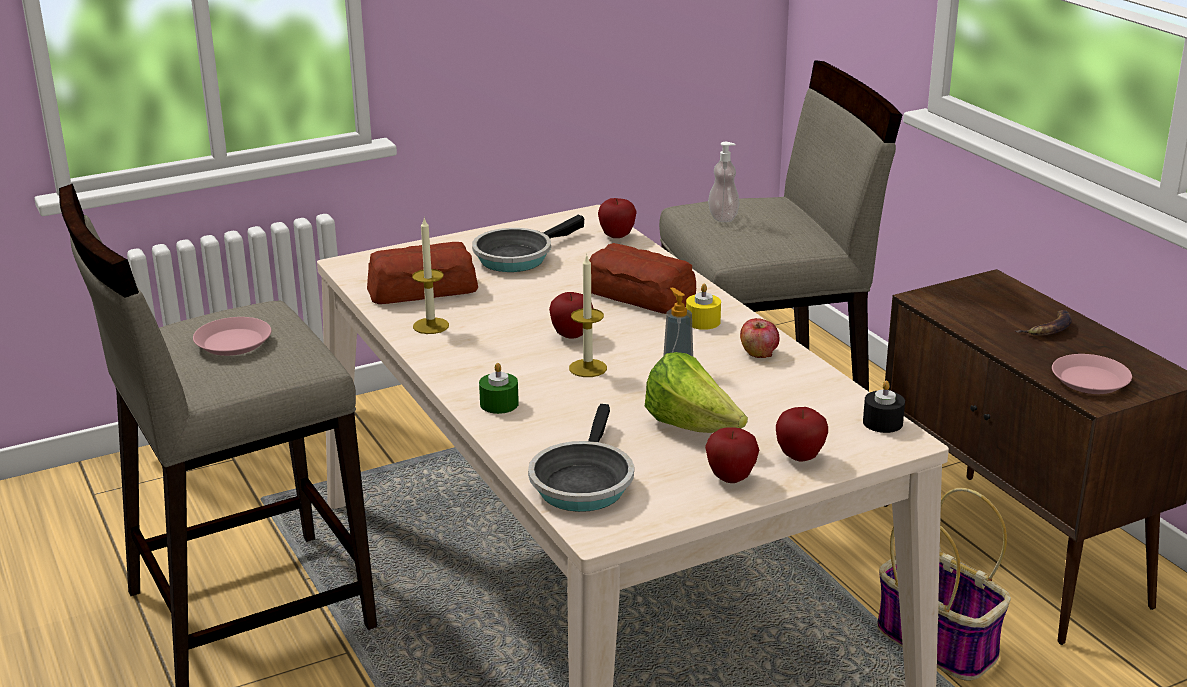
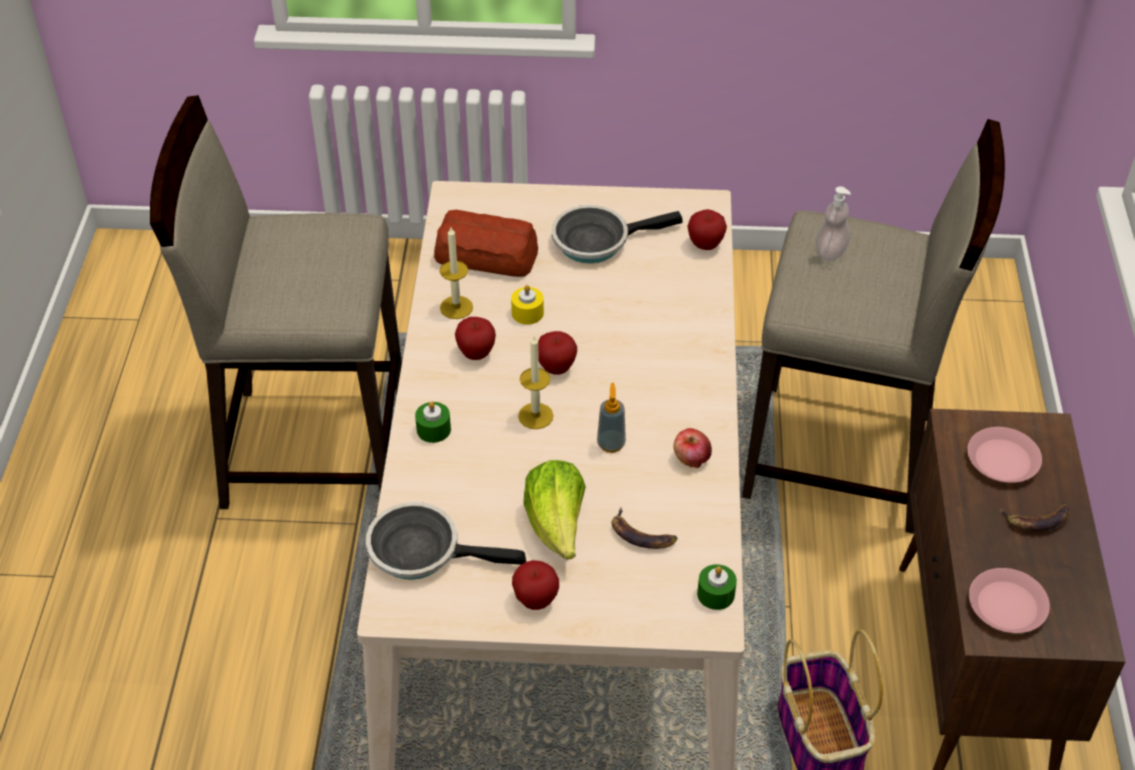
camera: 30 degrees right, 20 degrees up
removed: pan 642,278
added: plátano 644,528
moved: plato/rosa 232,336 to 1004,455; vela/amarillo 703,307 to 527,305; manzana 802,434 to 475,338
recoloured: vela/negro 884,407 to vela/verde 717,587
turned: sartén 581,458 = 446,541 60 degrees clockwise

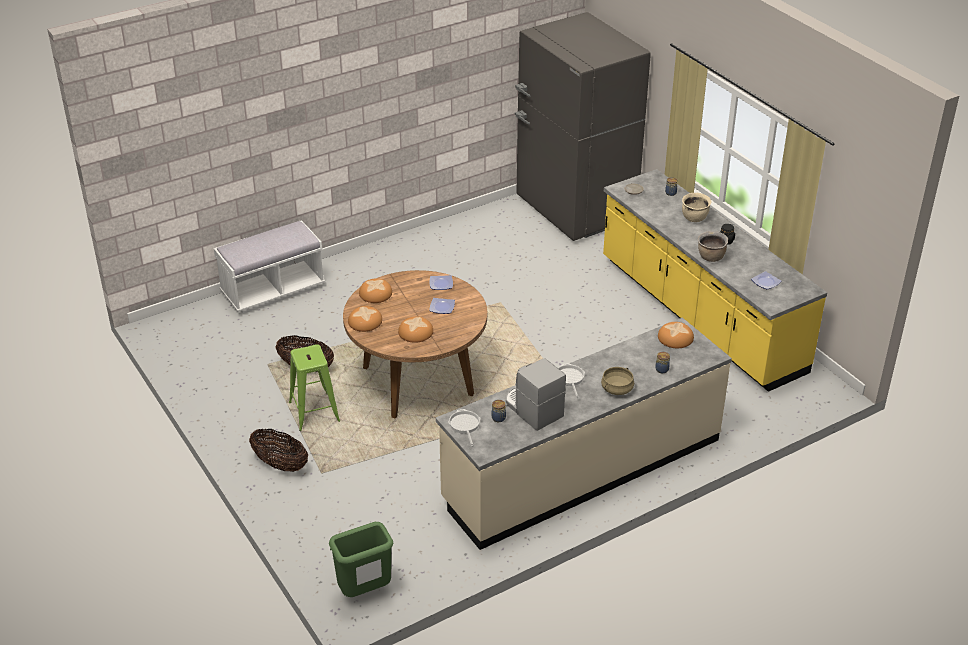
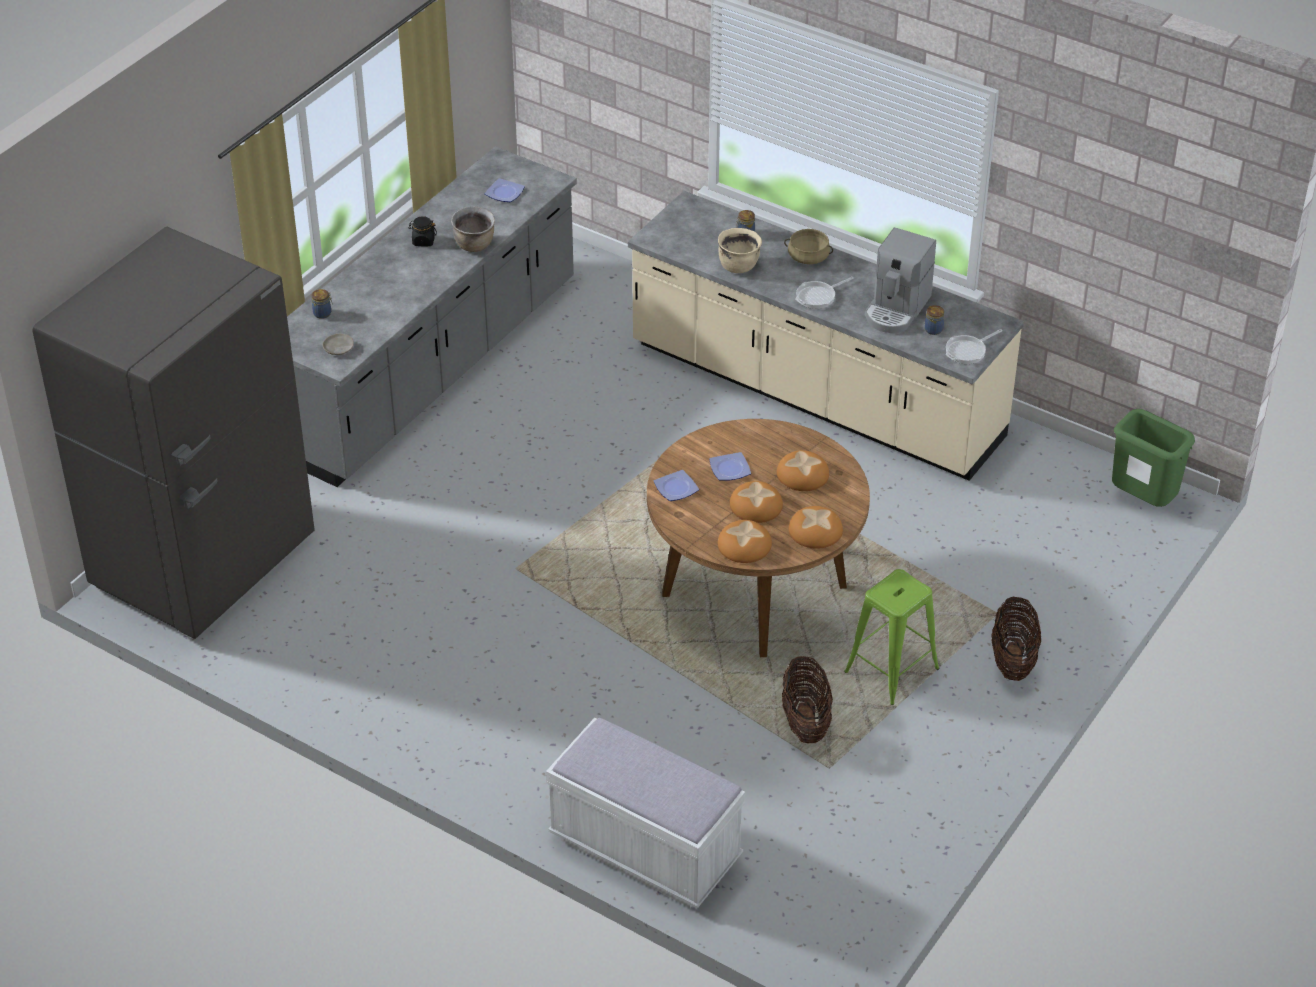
camera: 115 degrees left, 5 degrees up
moved: pan 676,335 to 756,502; olla/beis 697,207 to 740,250
recoloured: mueble bajo de cocina/amarillo 715,280 to mueble bajo de cocina/gris 432,317

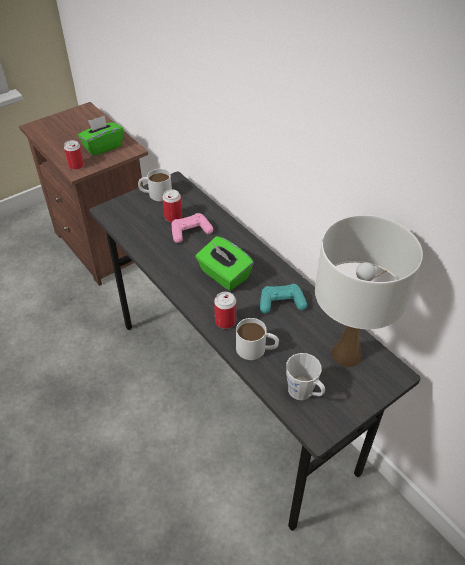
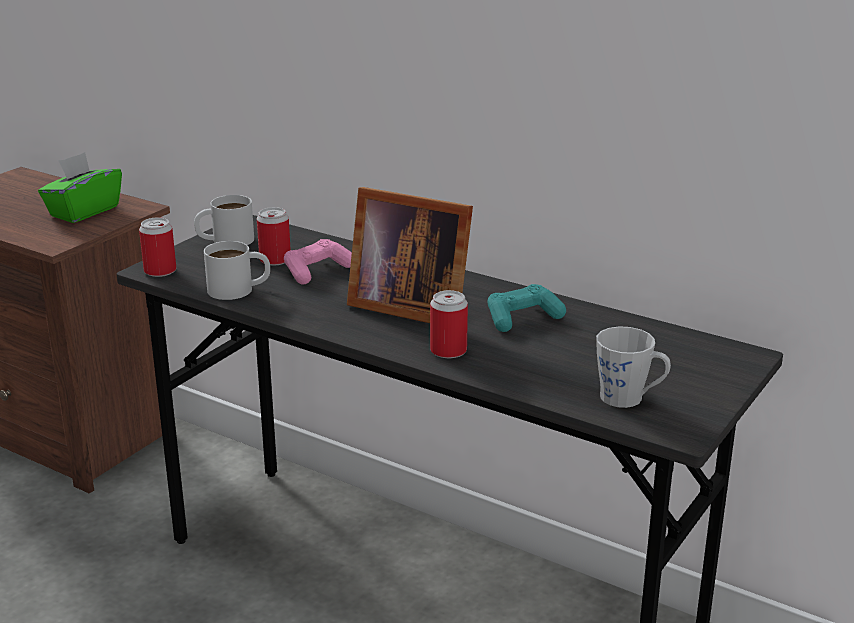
camera: 20 degrees left, 20 degrees down
removed: lámpara de mesa/blanco 369,291
moved: lata 74,155 to 157,247; taza grande/blanco 257,339 to 237,270
replaced: caja de pañuelos/verde 225,263 to portarretratos 410,255

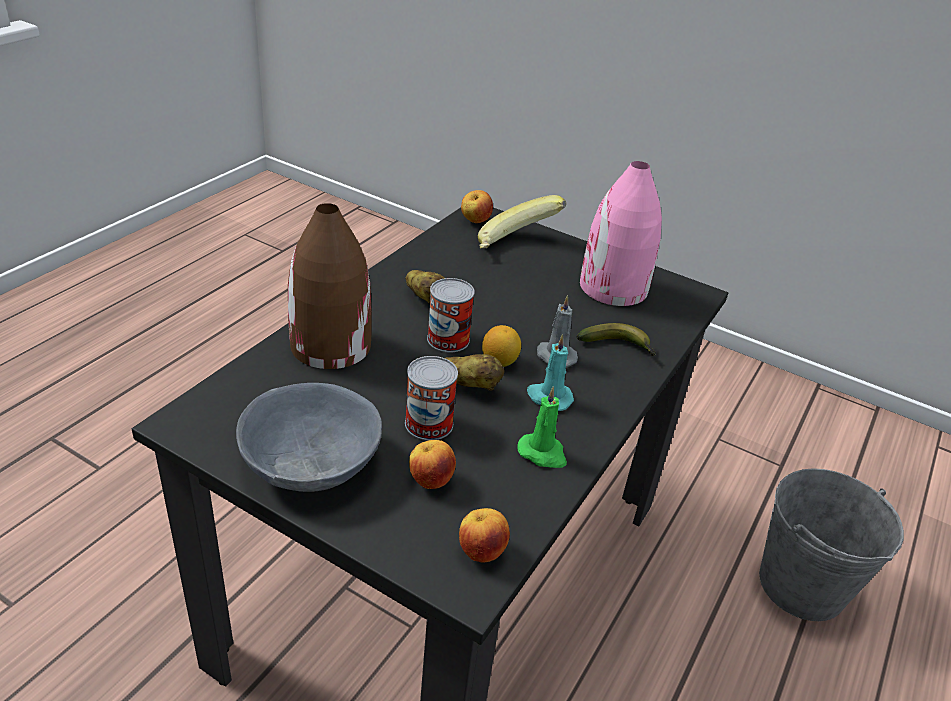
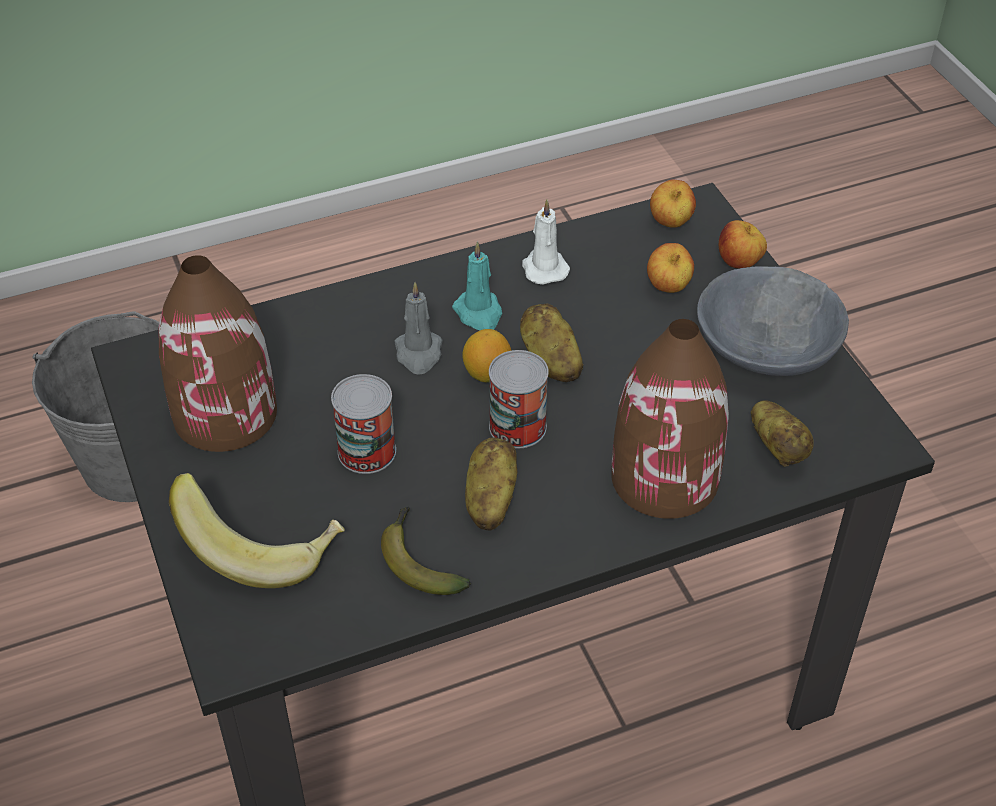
camera: 140 degrees left, 10 degrees up
added: patata 782,433
moved: lata 431,398 to 363,424; manzana 477,206 to 743,244; plátano 616,339 to 426,551
recoloured: vela/verde 542,427 to vela/blanco 546,242; florero/rosa 621,233 to florero/marrón 218,353

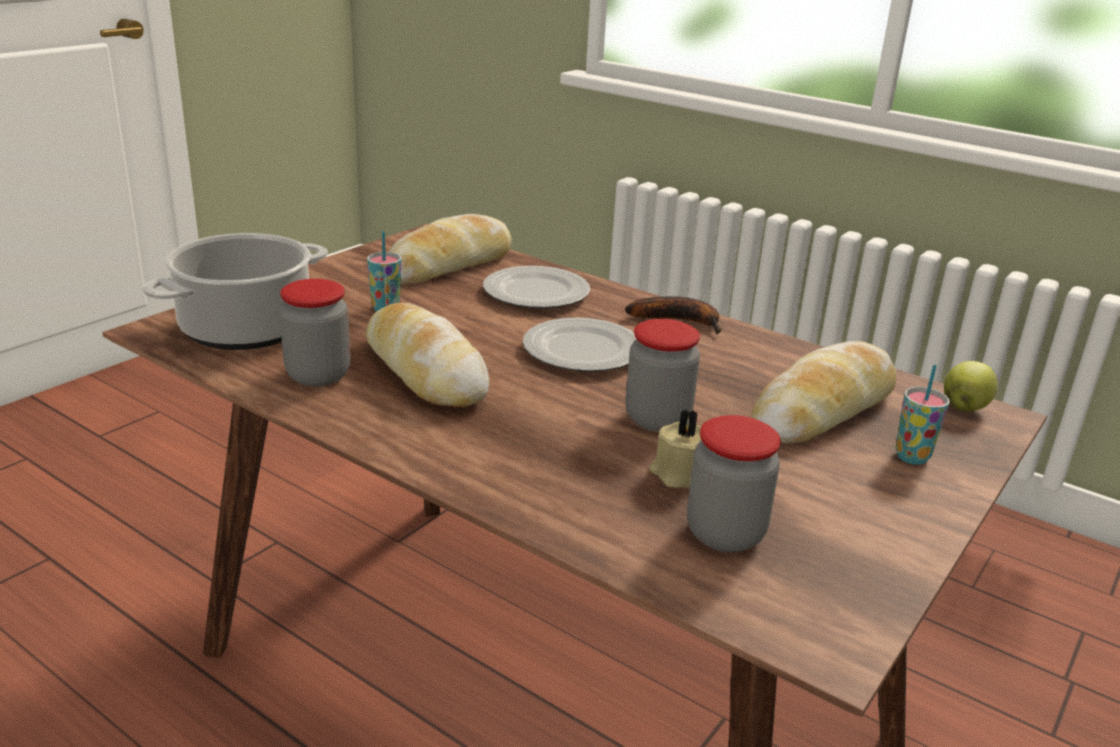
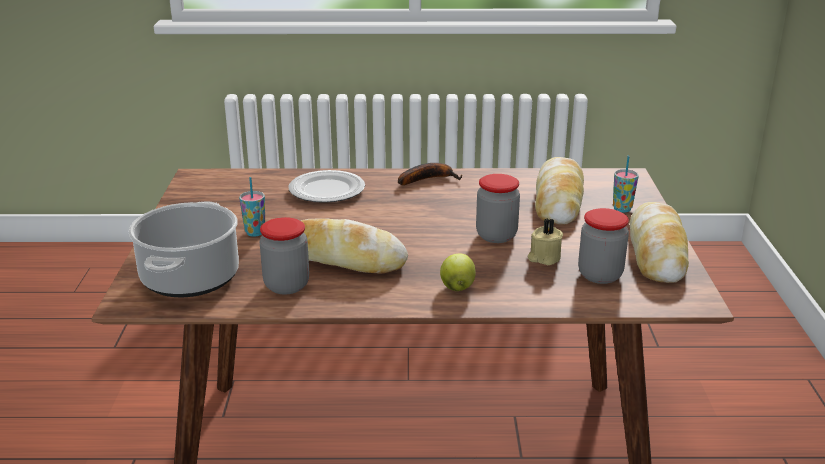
camera: 35 degrees left, 0 degrees up
removed: plato 579,345
moved: pan 450,249 to 659,242; manzana 970,386 to 458,272

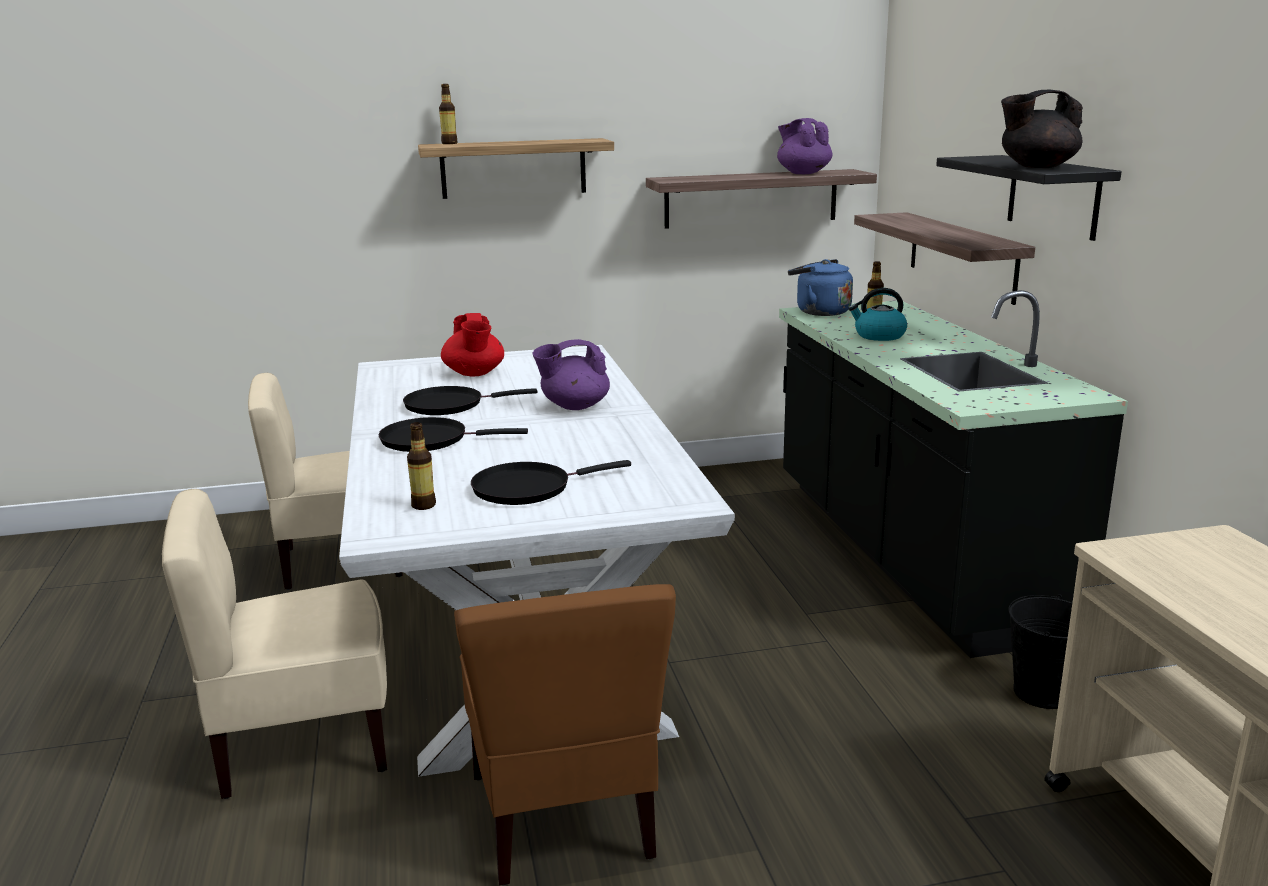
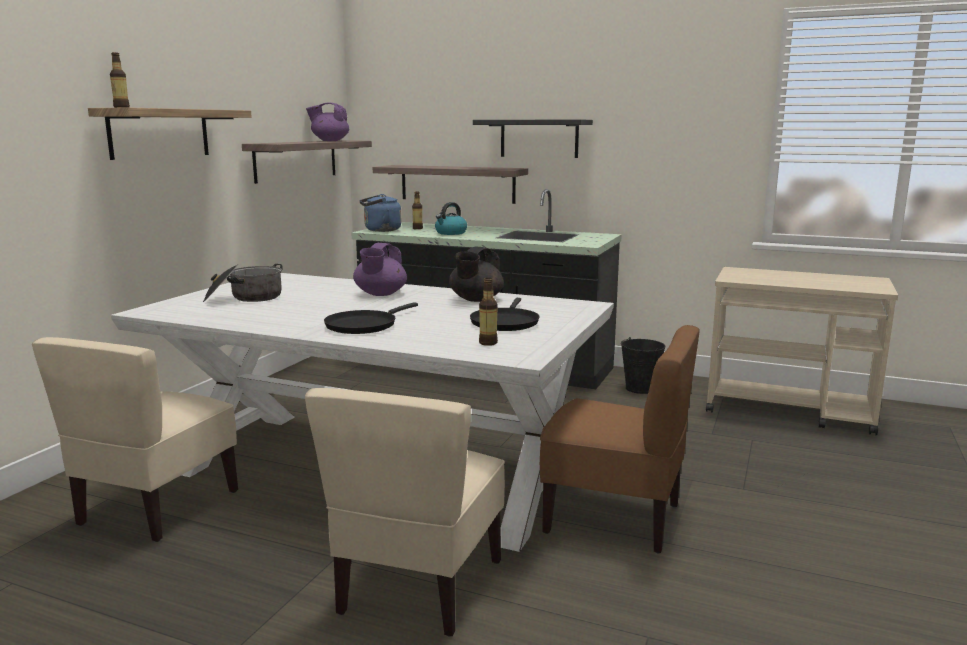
camera: 55 degrees left, 5 degrees down
removed: sartén/negro 470,400
moved: tetera/negro 1042,129 to 476,274
replaced: tetera/rojo 472,344 to olla 243,283

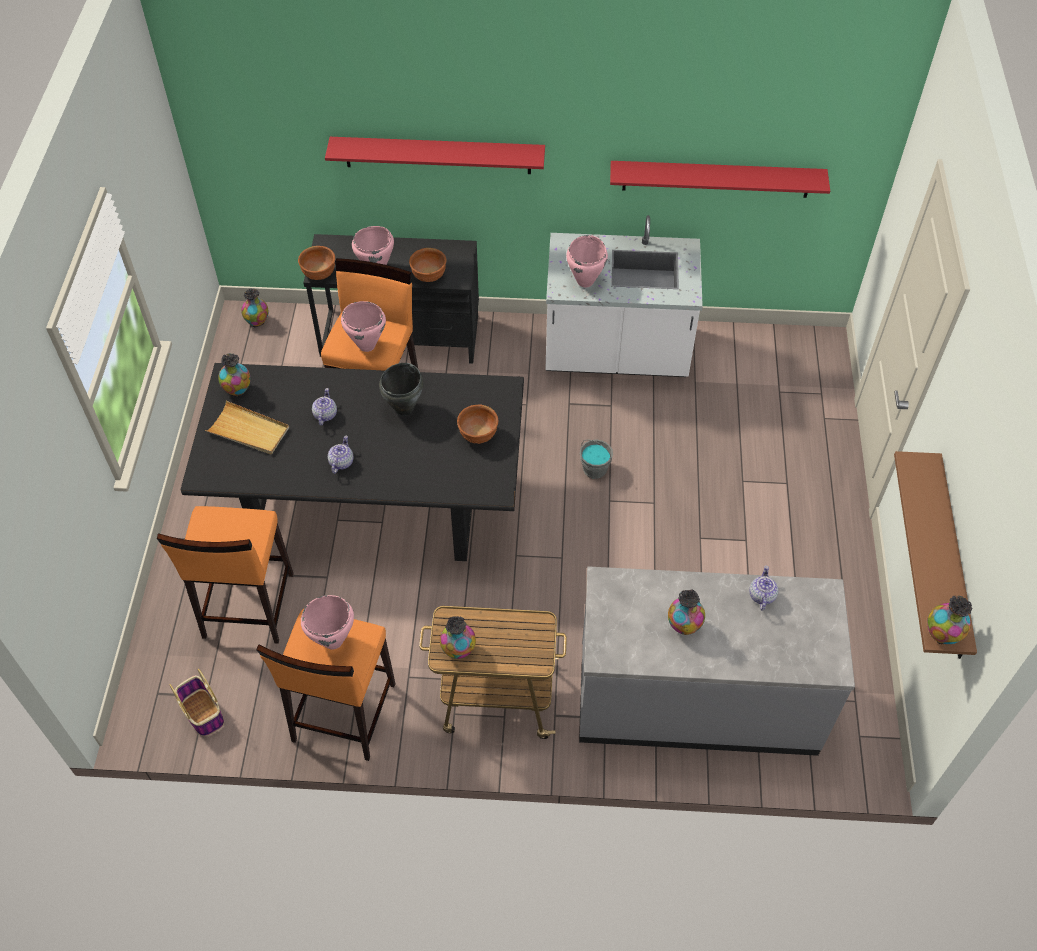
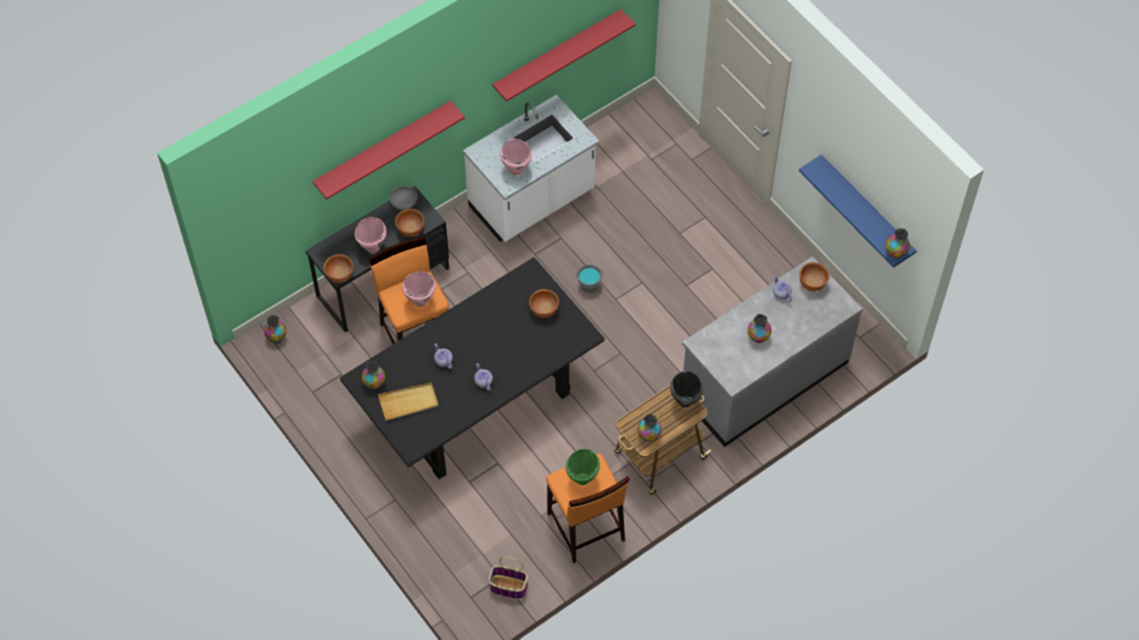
camera: 40 degrees left, 5 degrees up
removed: taburete/naranja 225,575
added: cuenco/gris 403,198; cuenco/marrón 814,276
moved: olla/negro 401,389 to 686,389
recoloured: olla/rosa 327,622 to olla/verde 583,467; estante/marrón 935,555 to estante/azul 858,211

